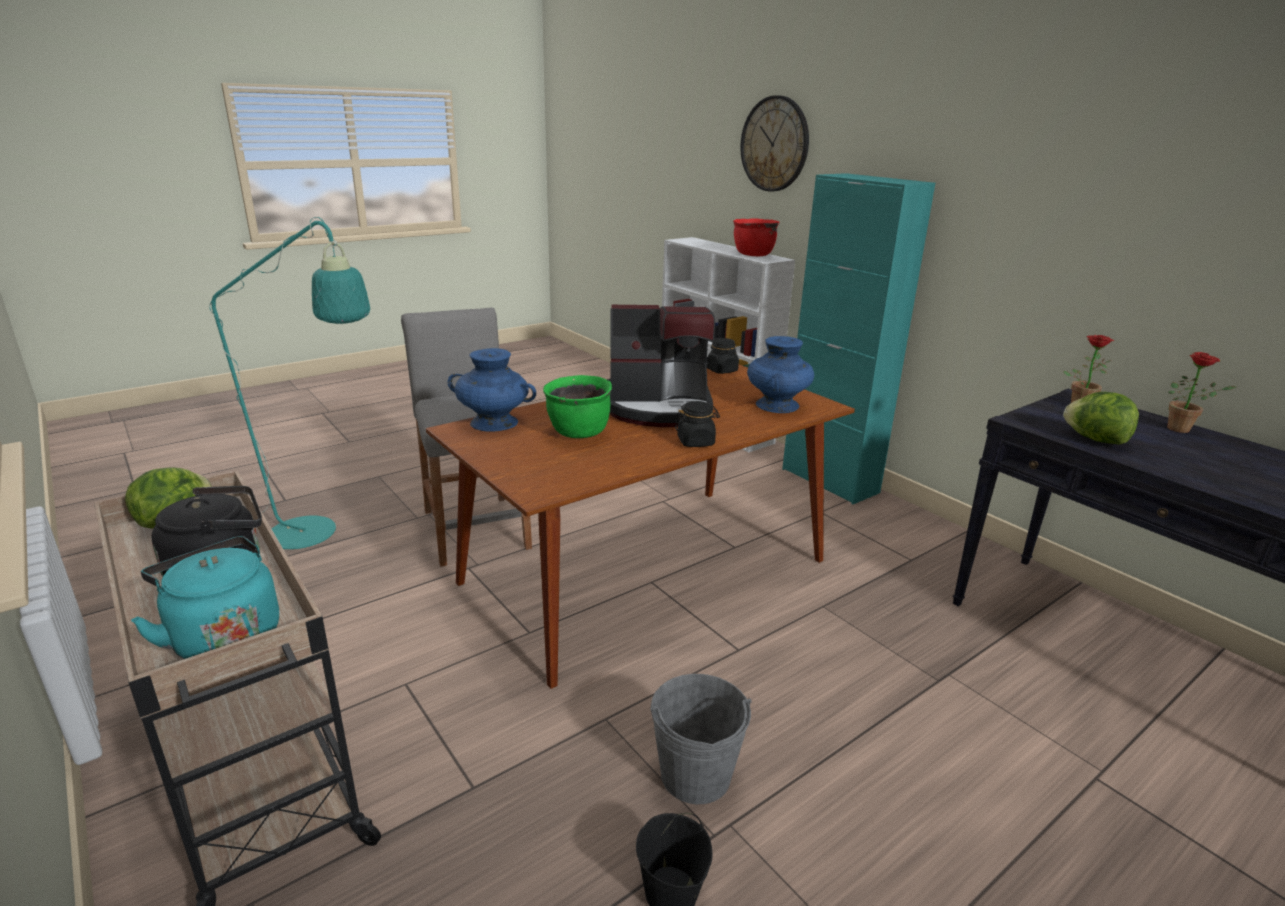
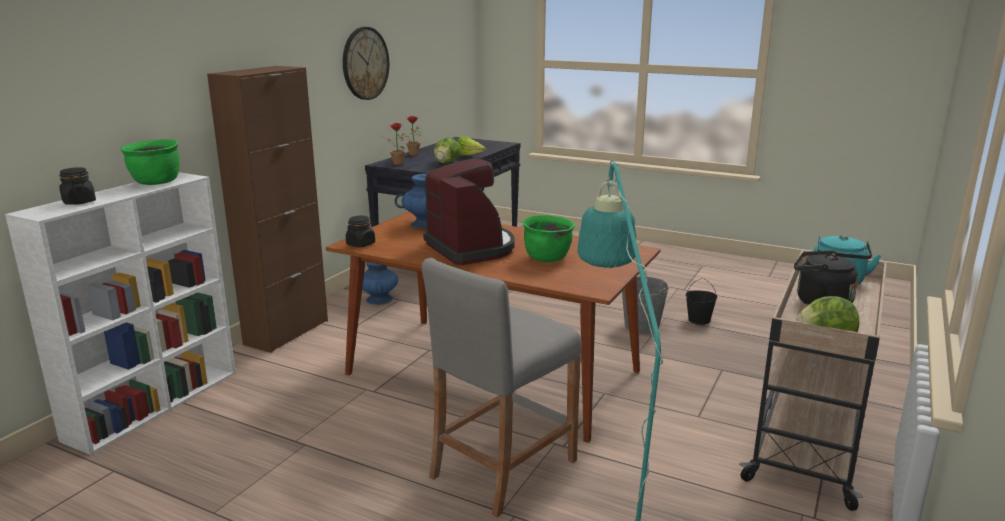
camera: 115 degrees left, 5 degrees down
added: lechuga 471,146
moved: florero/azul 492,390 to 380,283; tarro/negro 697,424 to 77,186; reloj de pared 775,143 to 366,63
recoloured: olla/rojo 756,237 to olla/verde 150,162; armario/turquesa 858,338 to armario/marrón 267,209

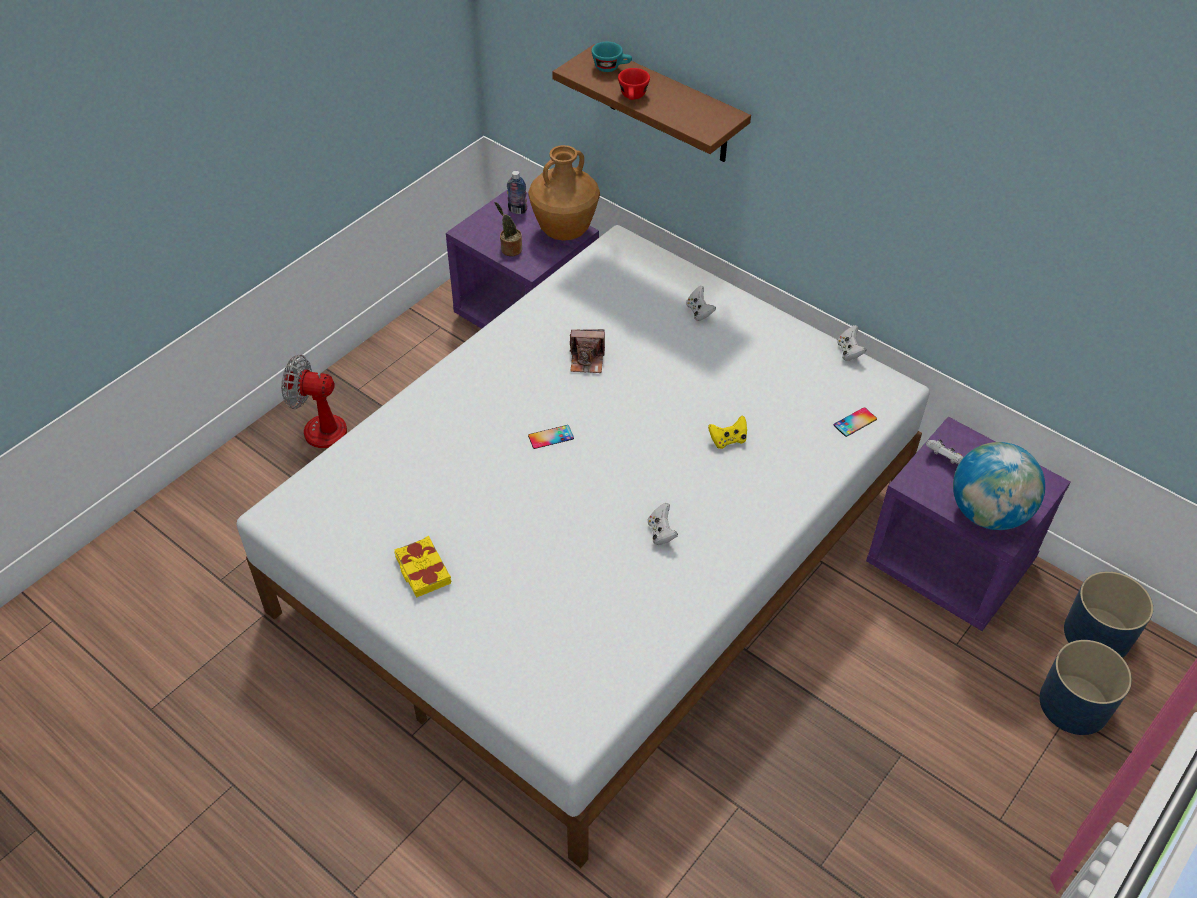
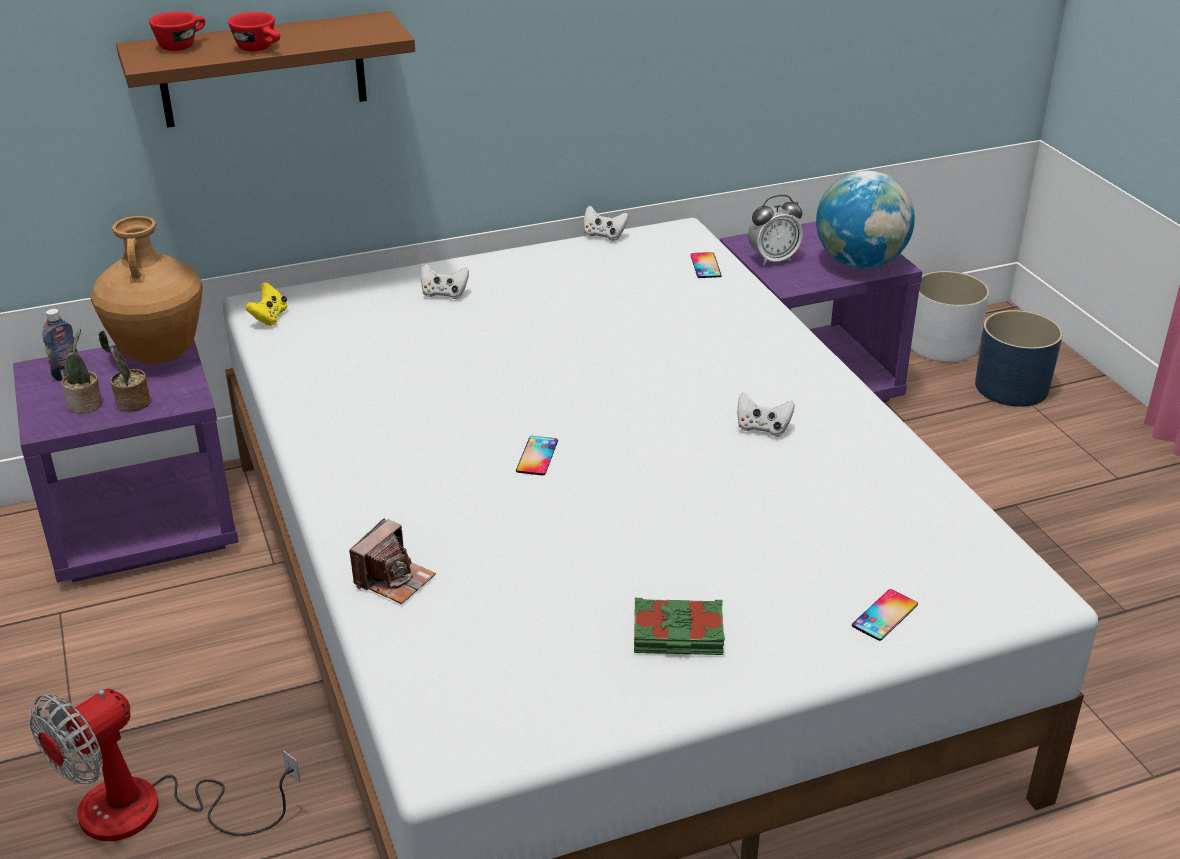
camera: 60 degrees left, 15 degrees down
added: planta en maceta 82,371; móvil 885,615
moved: cámara 587,351 to 392,561; mando de consola/amarillo 727,432 to 266,304
replaced: mando de consola/blanco 944,451 to despertador 775,230
recoloured: libro/amarillo 422,566 to libro/verde 679,626; taza/turquesa 611,57 to taza/rojo 177,31; maceta/azul 1108,614 to maceta/blanco 950,316

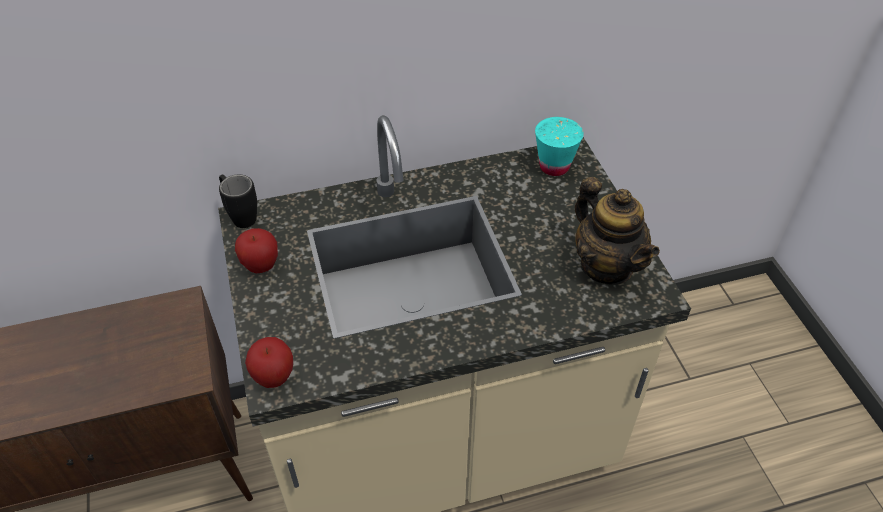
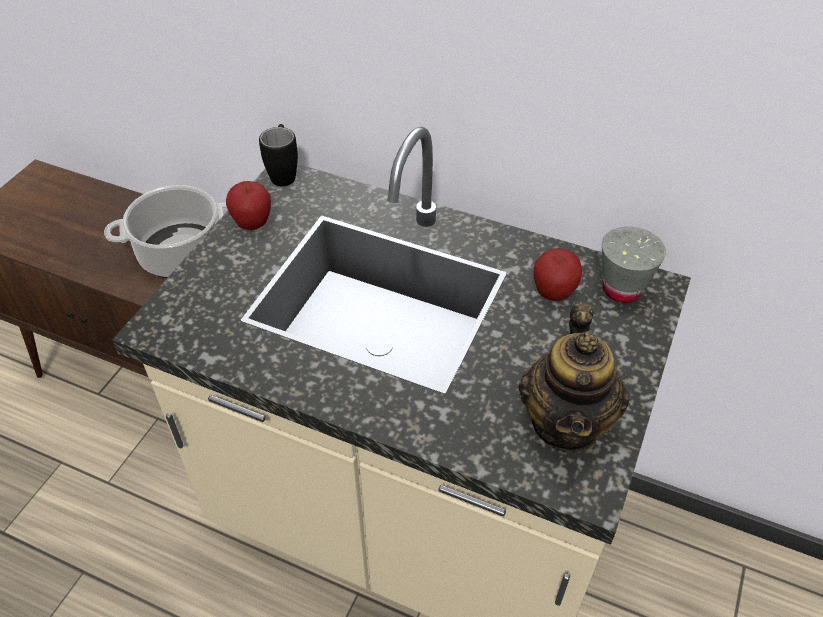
camera: 40 degrees right, 0 degrees up
added: olla 165,231
moved: manzana 269,362 to 558,274
recoloured: taza/turquesa 559,146 to taza/gris 634,265

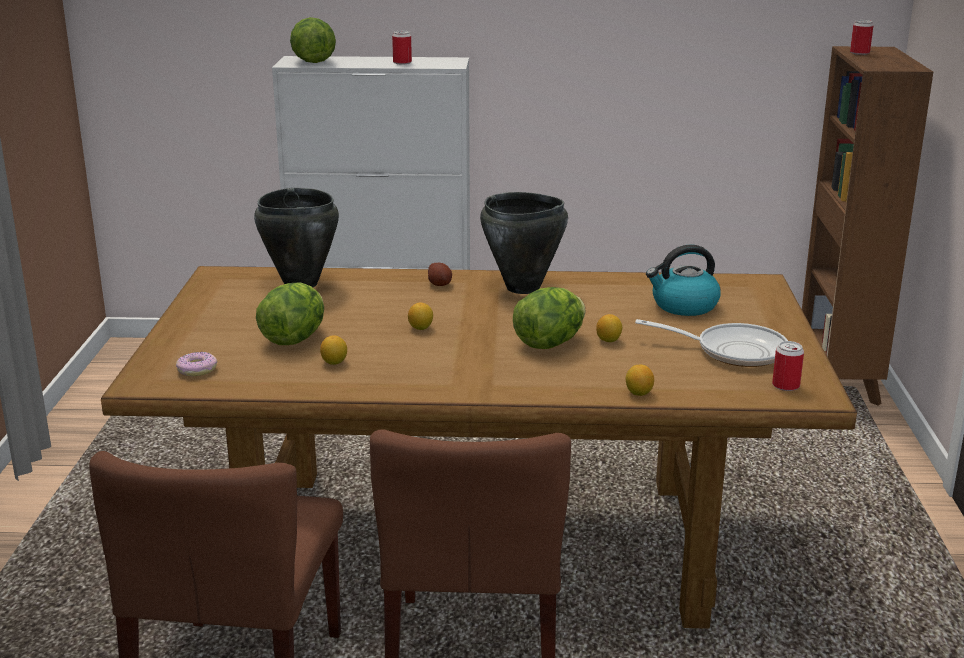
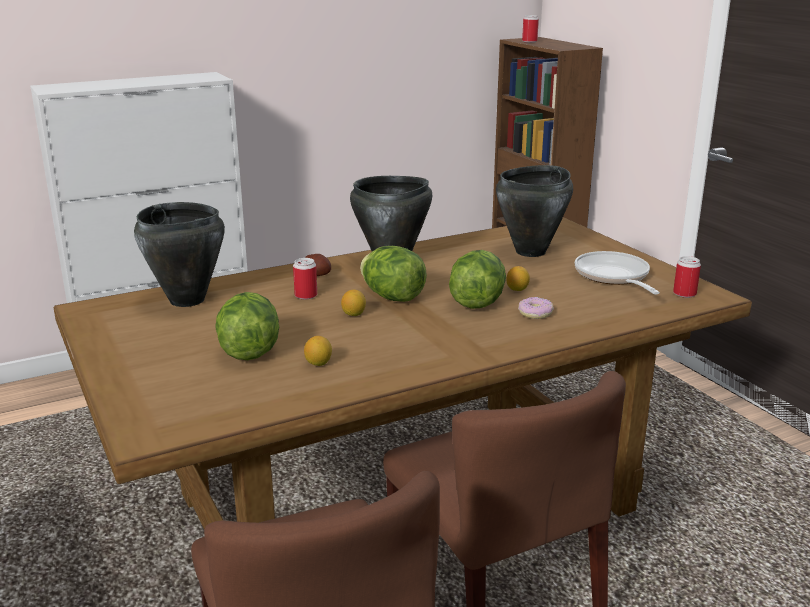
camera: 30 degrees left, 0 degrees up
removed: limón 640,380
moved: rosquilla 197,364 to 536,308; lechuga 313,40 to 393,274; lata 402,47 to 305,278
replaced: hervidor 683,280 to olla/negro 534,211
turned: sartén 711,343 = 617,273 90 degrees counterclockwise

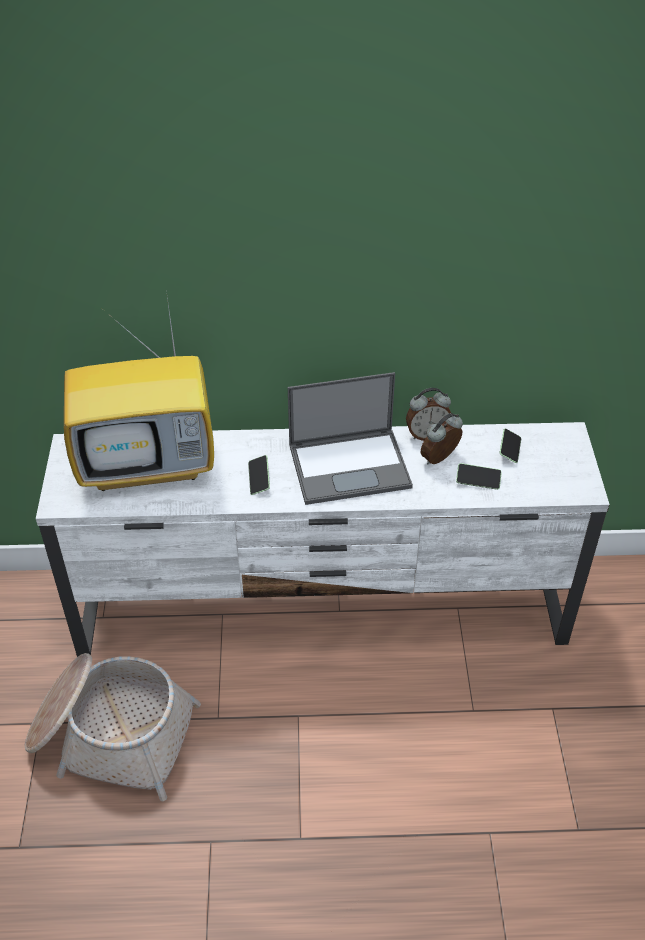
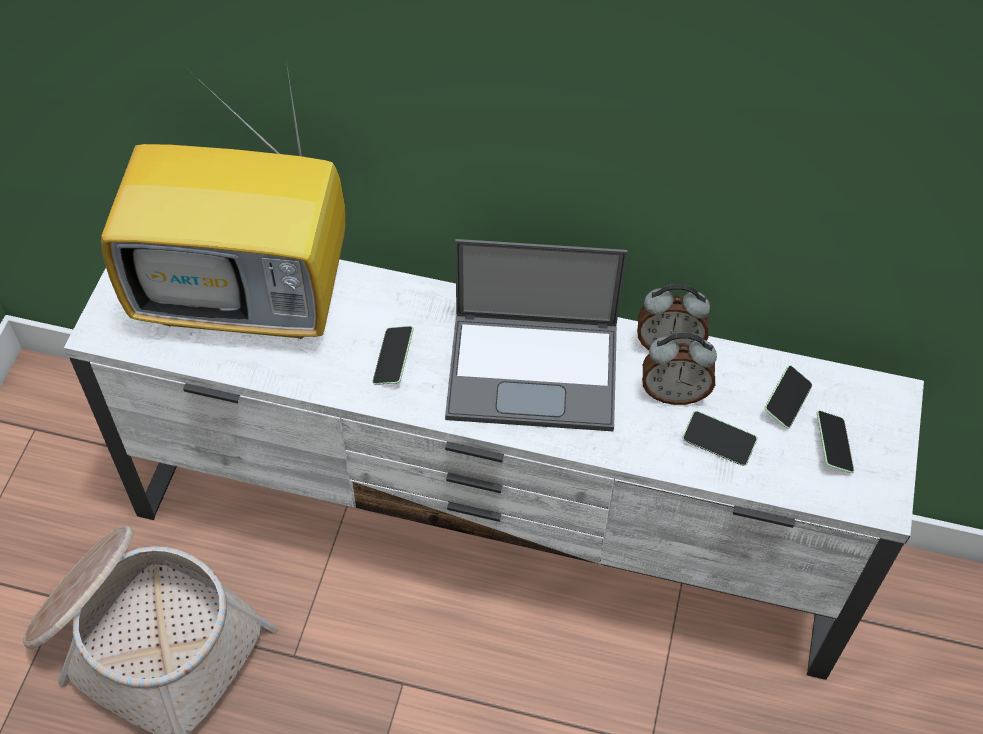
camera: 15 degrees right, 10 degrees up
added: móvil 835,441
turned: despertador 442,438 = 679,369 150 degrees counterclockwise

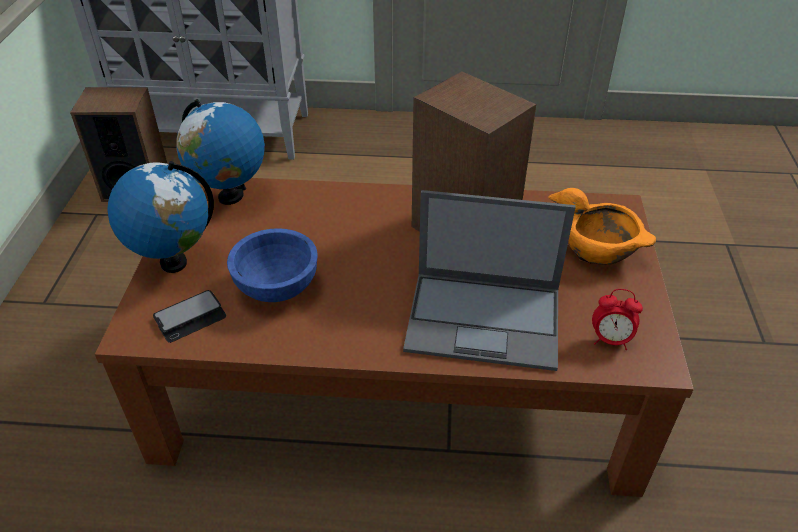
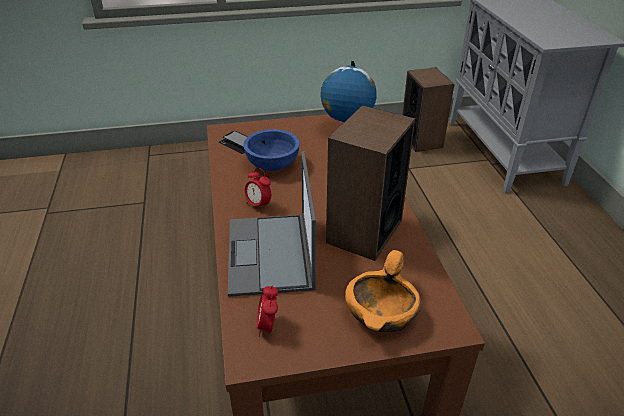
camera: 75 degrees right, 5 degrees down
removed: globo terráqueo 160,217
added: despertador 258,189

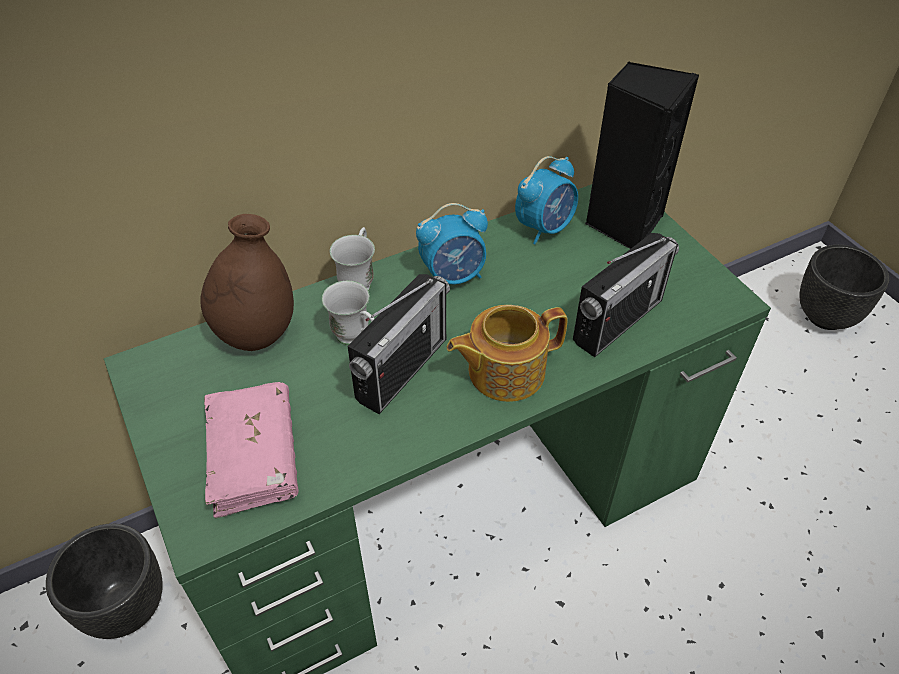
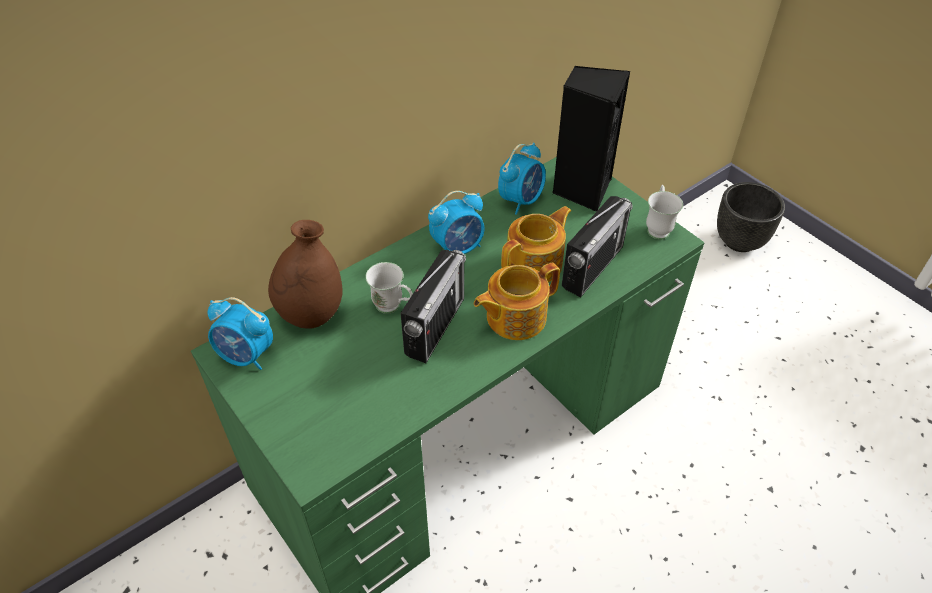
camera: 10 degrees left, 0 degrees up
removed: maceta/negro 104,581; libro/rosa 251,450
added: despertador 240,333; tetera 536,244
moved: taza grande/blanco 352,259 to 664,212

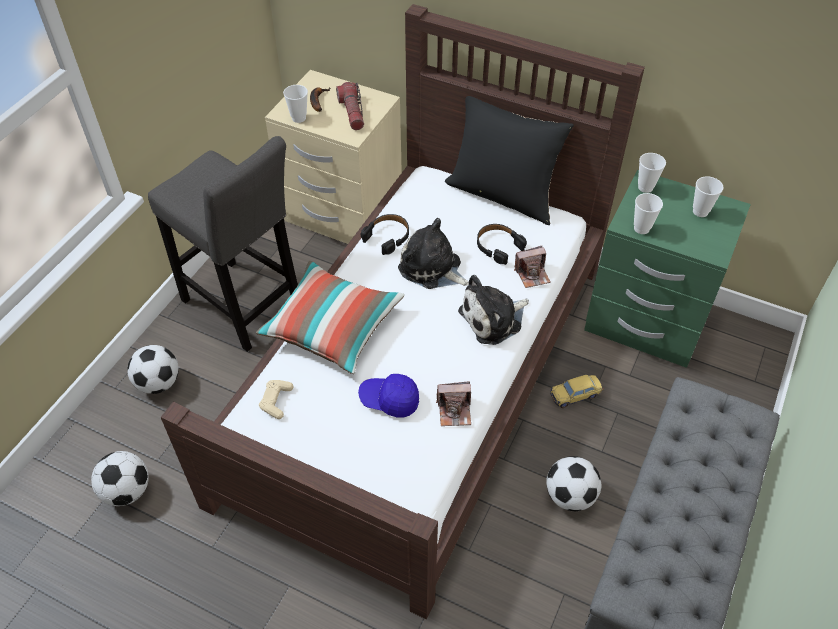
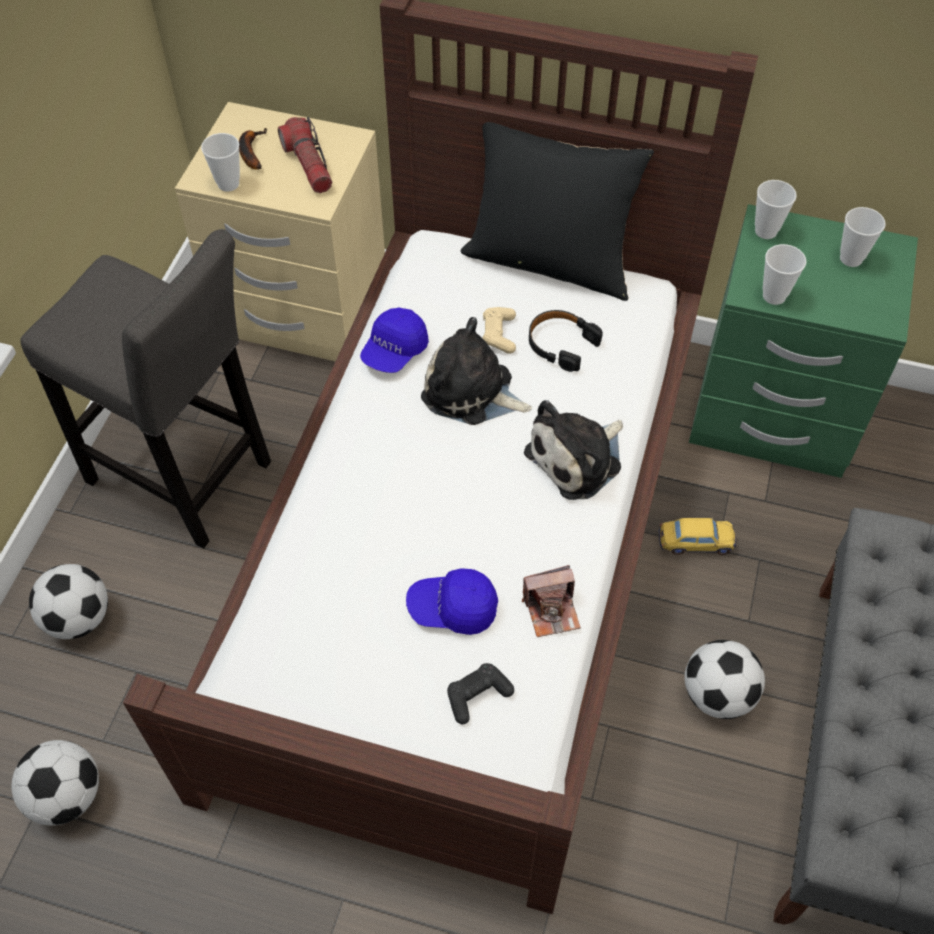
camera: 10 degrees left, 5 degrees up
removed: cojín 330,317; cámara 532,267
added: mando de consola/negro 480,693
moved: mando de consola/beis 276,399 to 499,330
replaced: auriculares/negro 385,234 to gorra/azul 394,340
turned: coche de juguete 577,391 = 697,536 150 degrees counterclockwise

